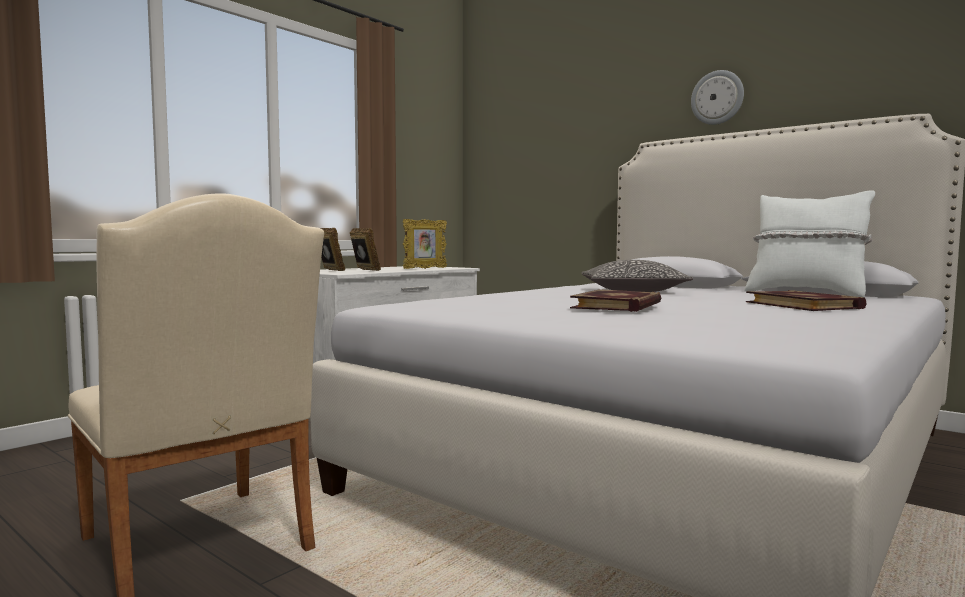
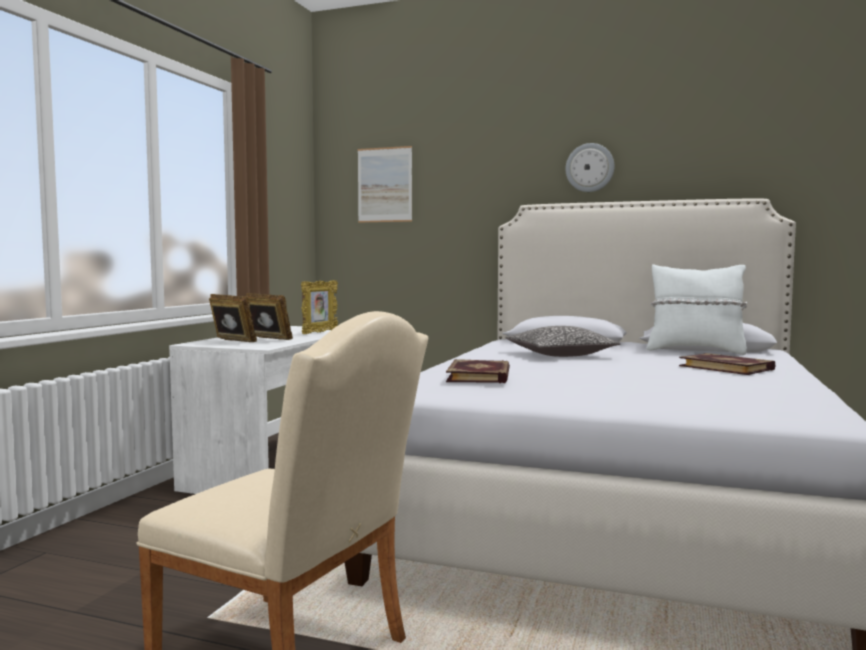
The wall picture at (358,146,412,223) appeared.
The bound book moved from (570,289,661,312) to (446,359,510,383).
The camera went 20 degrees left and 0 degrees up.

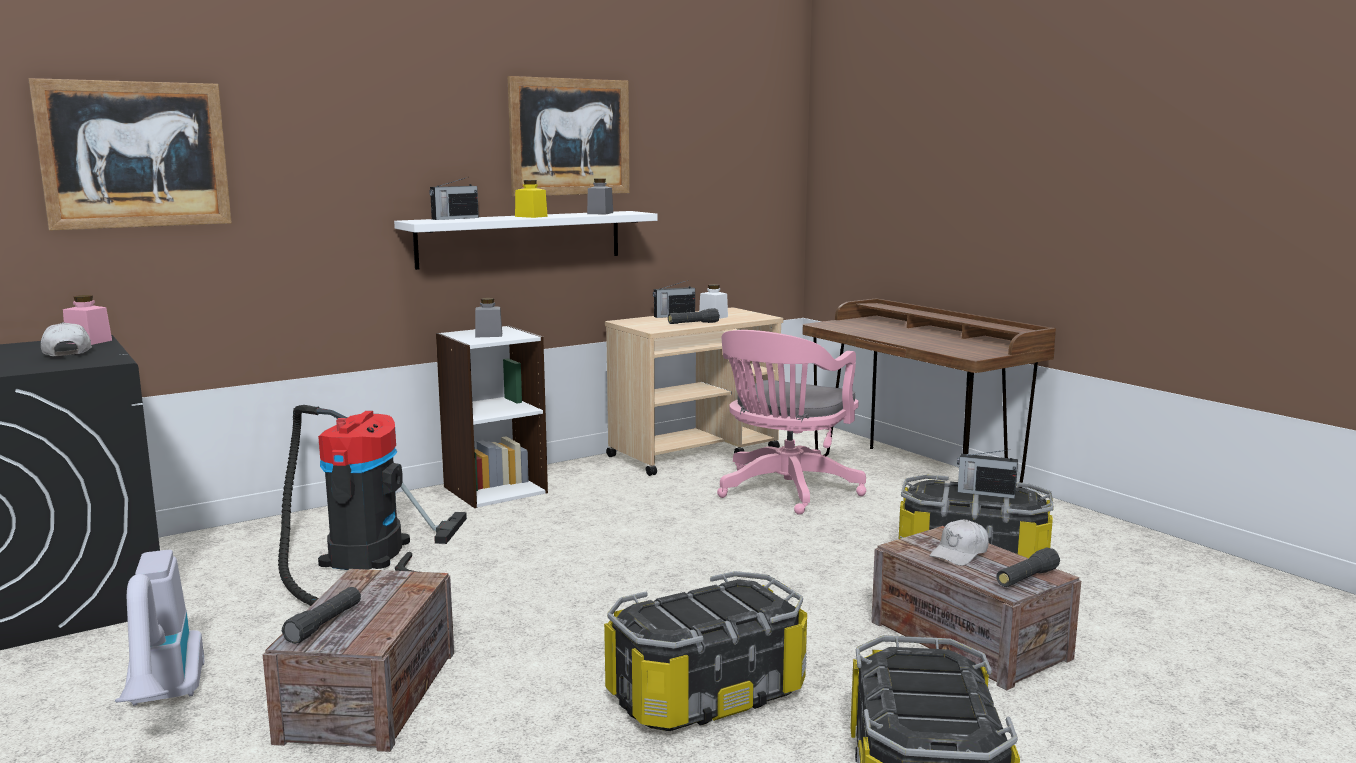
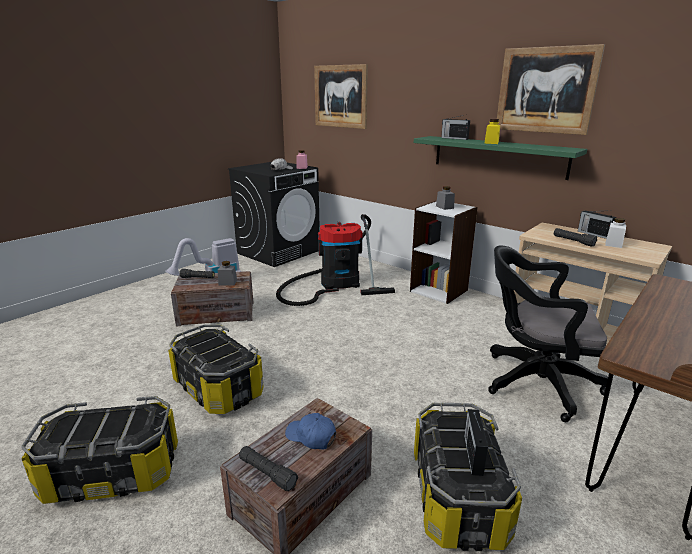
The grey preserve jar moved from (587,178,613,214) to (218,261,237,286).
The white wall shelf at (394,211,658,270) became the green-coloured wall shelf at (414,136,587,180).
The pink desk chair at (717,330,867,515) became the black-coloured desk chair at (488,245,608,422).
The white peaked cap at (930,520,989,566) became the blue-coloured peaked cap at (285,413,336,450).
The camera went 75 degrees right and 10 degrees up.

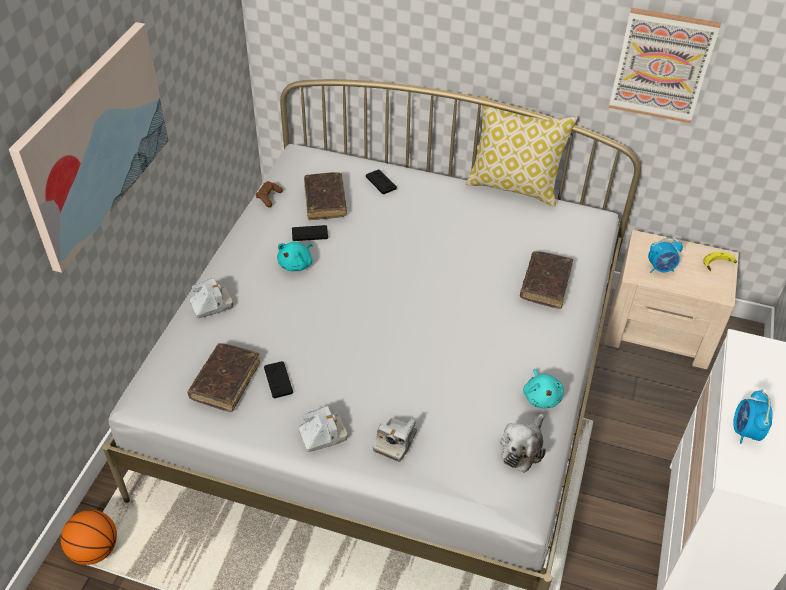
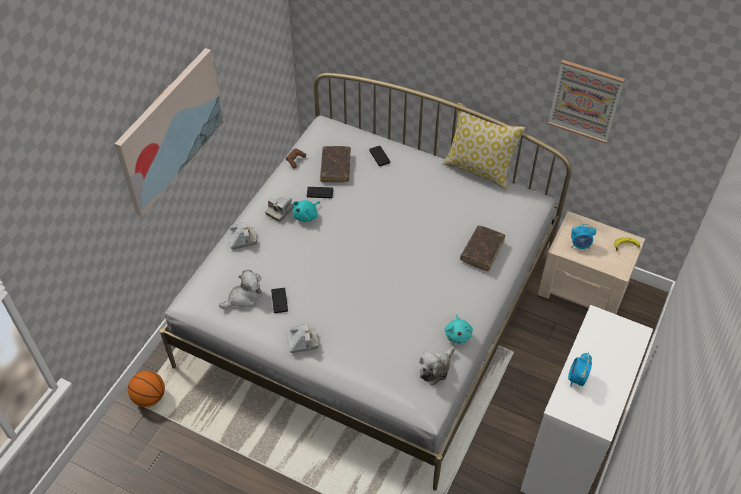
The still camera moved from (373,418,417,462) to (265,197,294,222).
The brown bound book at (187,343,260,412) was replaced by the cuddly toy at (219,269,262,309).
The camera went 10 degrees right and 5 degrees up.

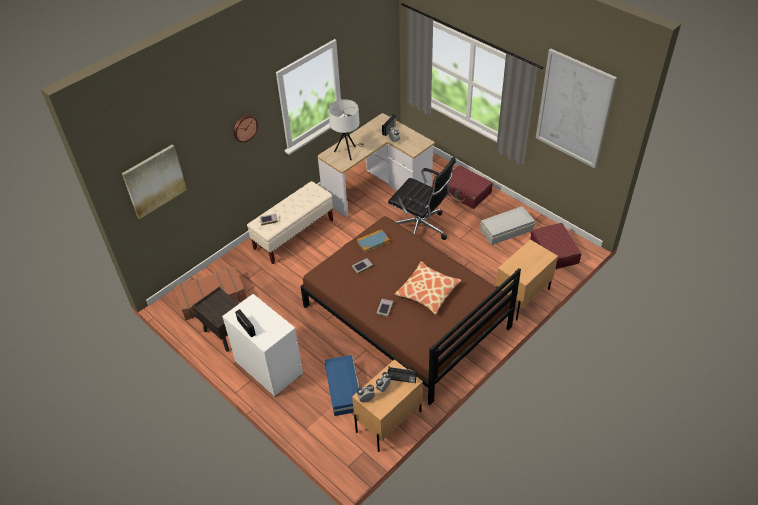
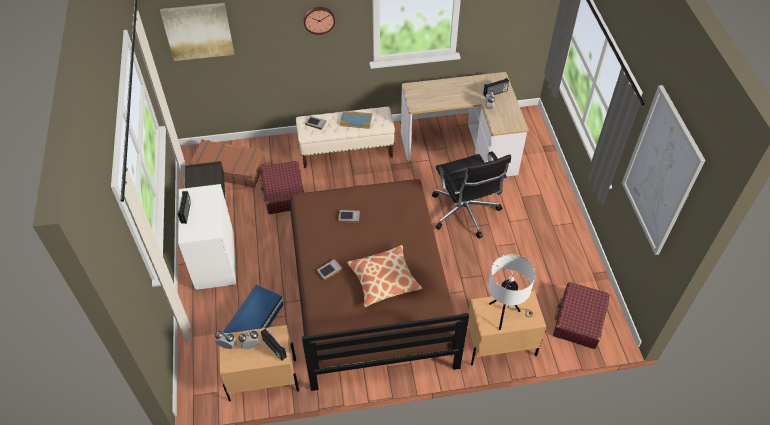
The white storage container at (480,206,535,245) disappeared.
The white table lamp moved from (328,99,364,160) to (488,254,535,330).
The bound book moved from (357,229,390,253) to (340,111,372,129).
The reddish piece of luggage moved from (447,165,493,209) to (261,161,304,214).
The camera went 35 degrees right and 5 degrees up.

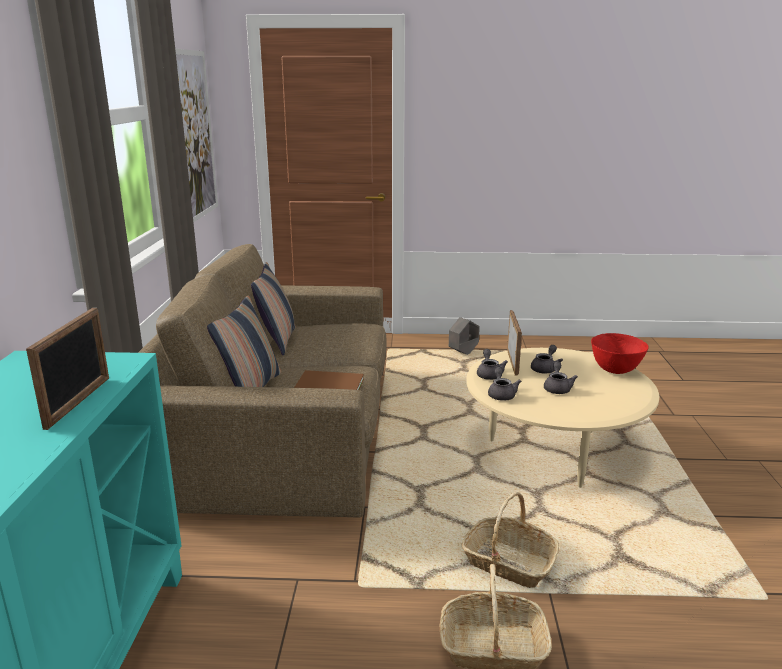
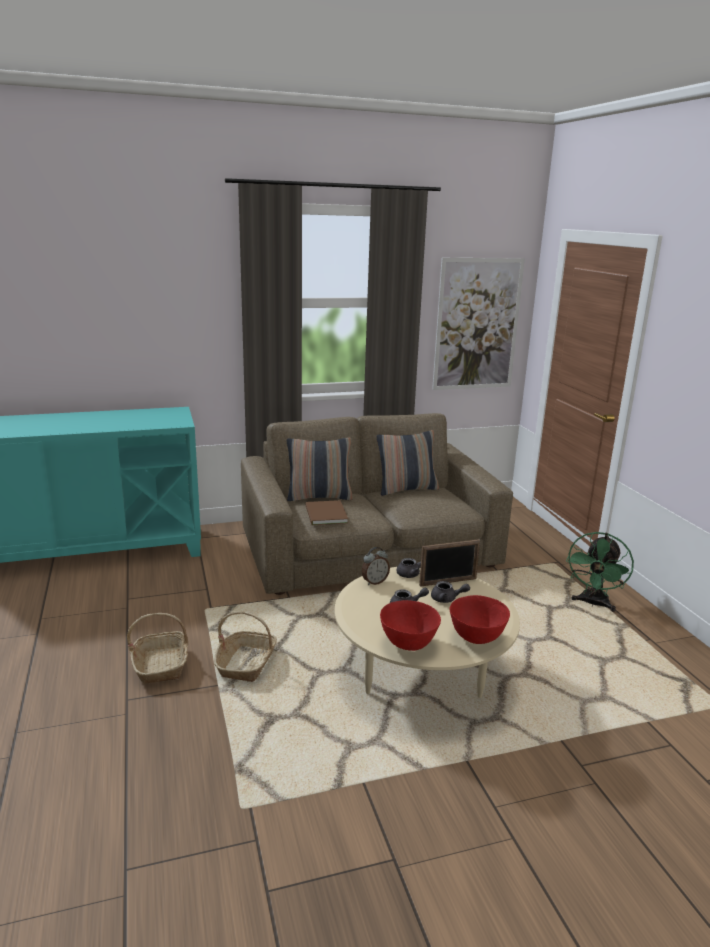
The standing frame at (26,308,109,430) disappeared.
The reddish deep dish at (380,600,441,651) appeared.
The grey plant pot at (449,317,480,355) was replaced by the green-coloured fan at (566,532,634,612).
The grey teapot at (488,367,521,401) was replaced by the alarm clock at (361,547,390,585).
The camera went 70 degrees right and 0 degrees up.

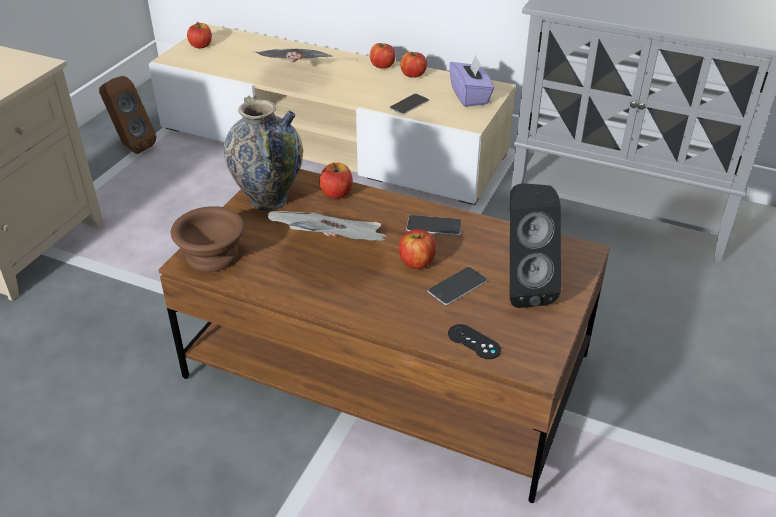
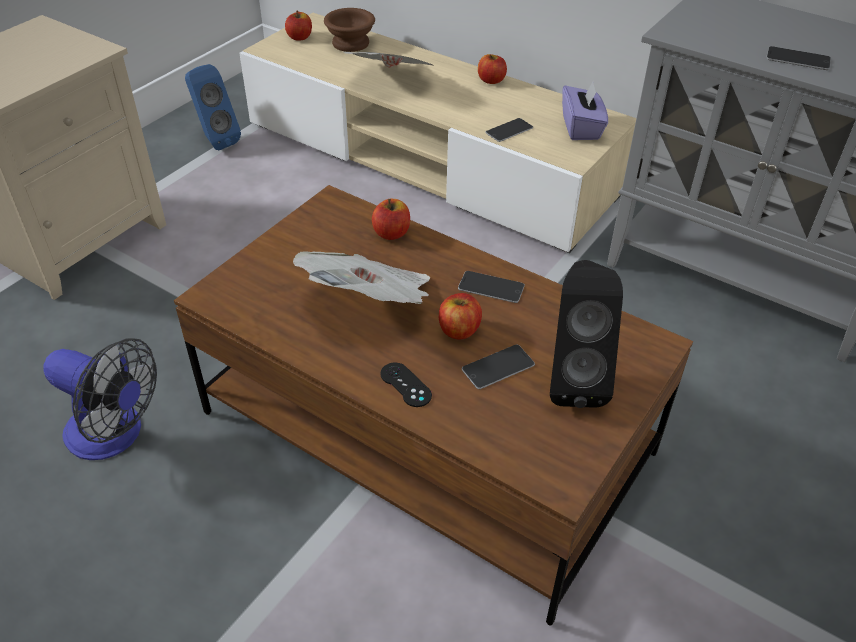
The flower vase at (224,95,303,211) disappeared.
The apple fruit at (400,52,427,78) disappeared.
The fan at (43,338,157,460) appeared.
The handset at (766,46,831,70) appeared.
The brown deep dish moved from (171,206,244,272) to (324,8,375,52).
The black-coloured joypad moved from (448,324,501,359) to (381,363,432,407).
The brown speaker at (99,76,156,154) became the blue-coloured speaker at (185,64,241,150).
The camera went 10 degrees right and 5 degrees up.

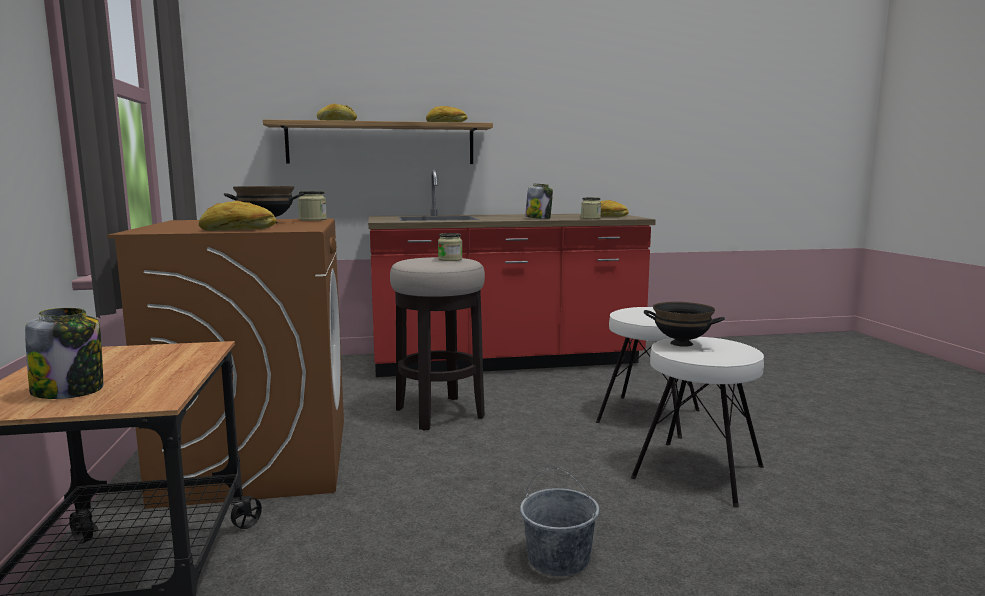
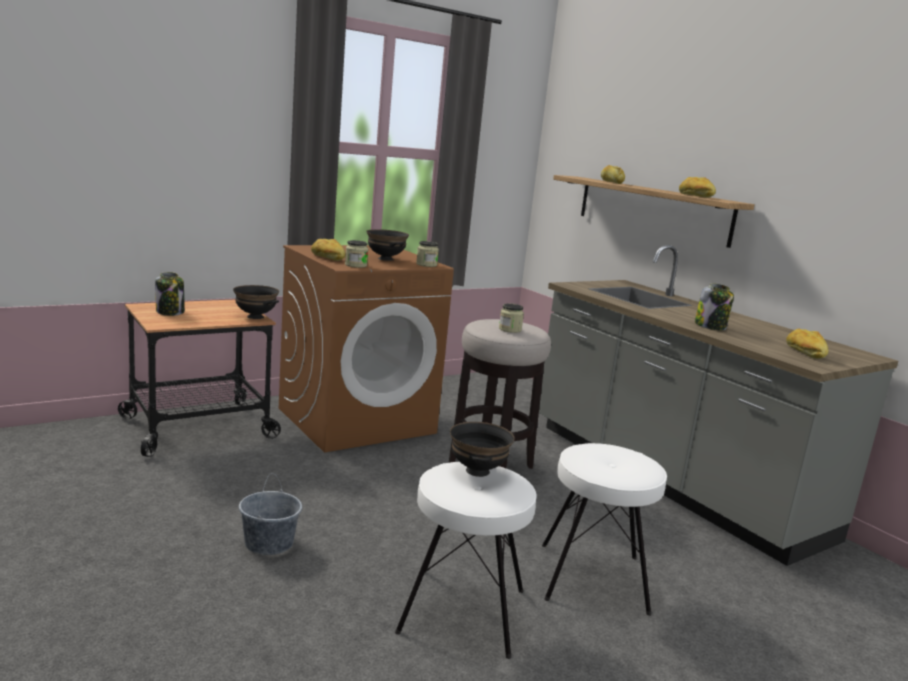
The black-coloured deep dish at (233,285,279,319) appeared.
The preserve jar moved from (581,197,601,219) to (345,240,368,268).
The reddish counter at (368,169,656,377) became the grey counter at (539,245,898,566).
The camera went 65 degrees right and 5 degrees up.

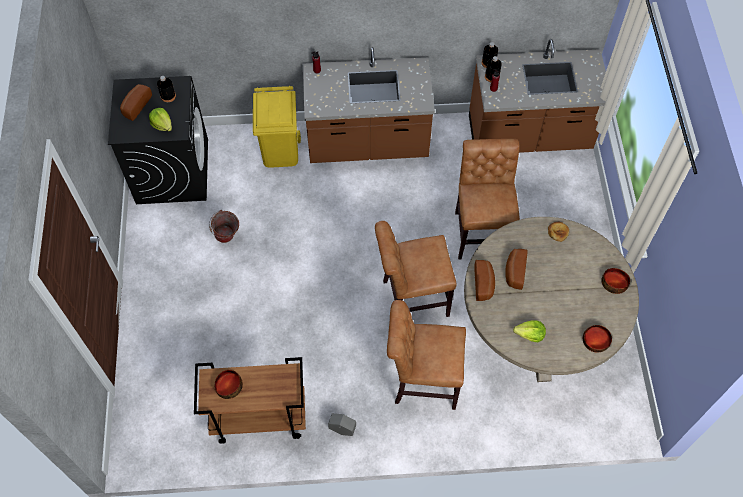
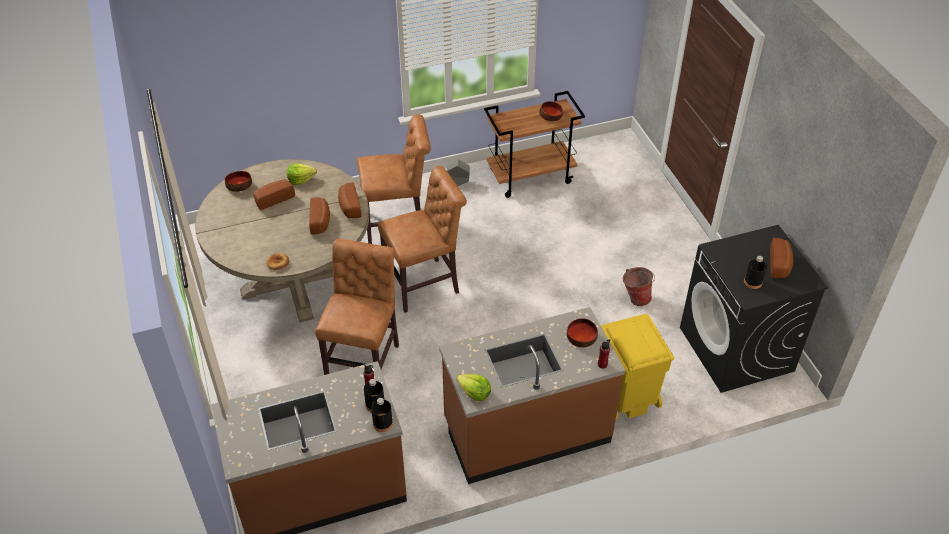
The bakery bread at (253,179,295,210) appeared.
The lettuce moved from (149,108,172,131) to (457,374,491,401).
The deep dish moved from (602,268,630,294) to (567,318,598,348).
The brown upright chair at (455,139,520,260) turned 150 degrees counterclockwise.
The camera went 165 degrees right and 15 degrees down.

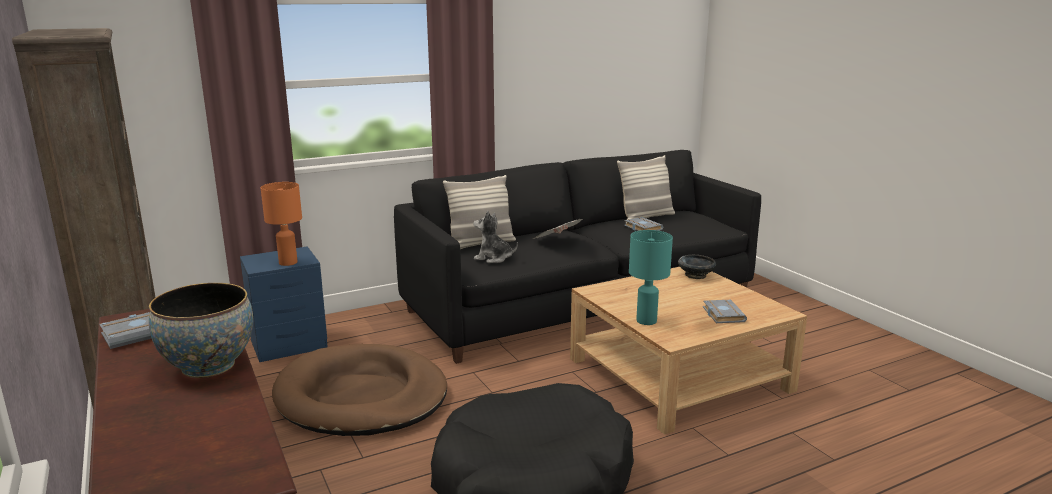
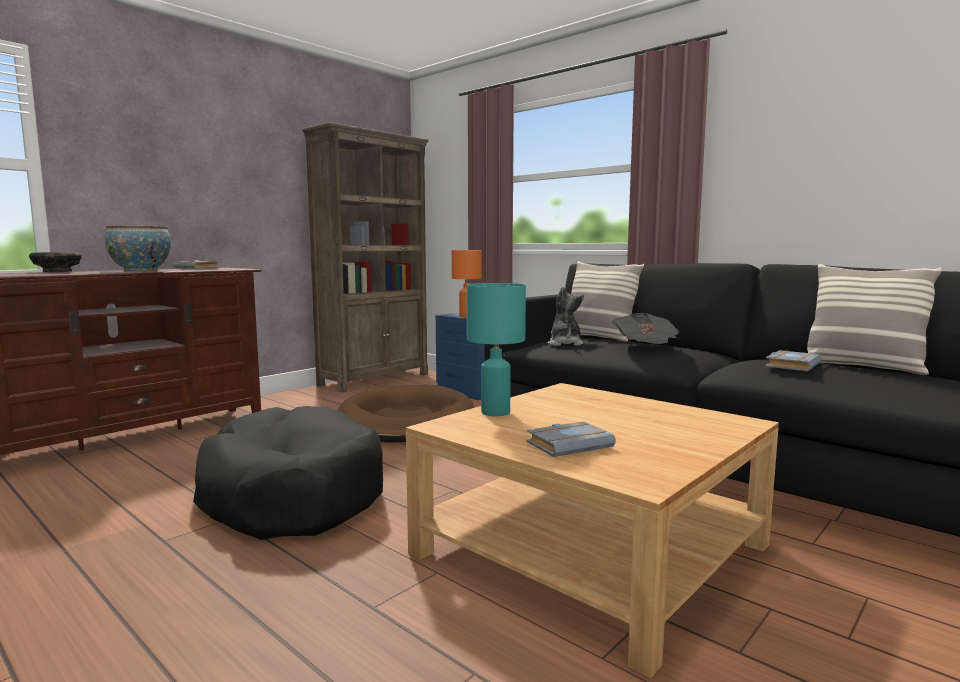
The black-coloured deep dish moved from (678,255,716,279) to (29,252,82,272).
The camera went 70 degrees right and 10 degrees down.

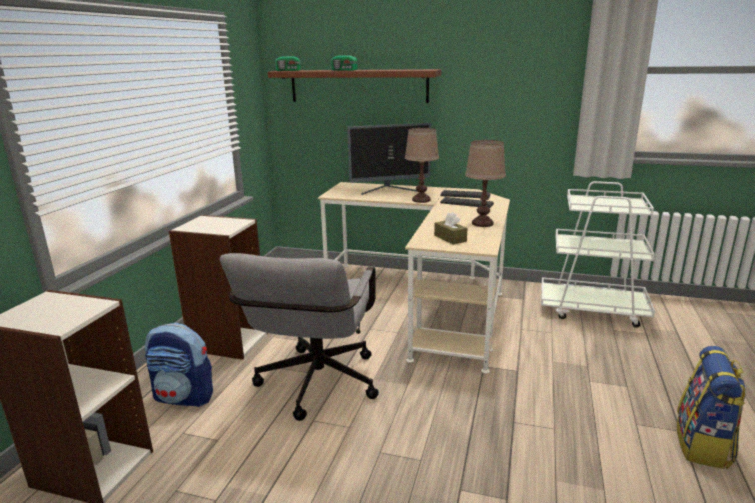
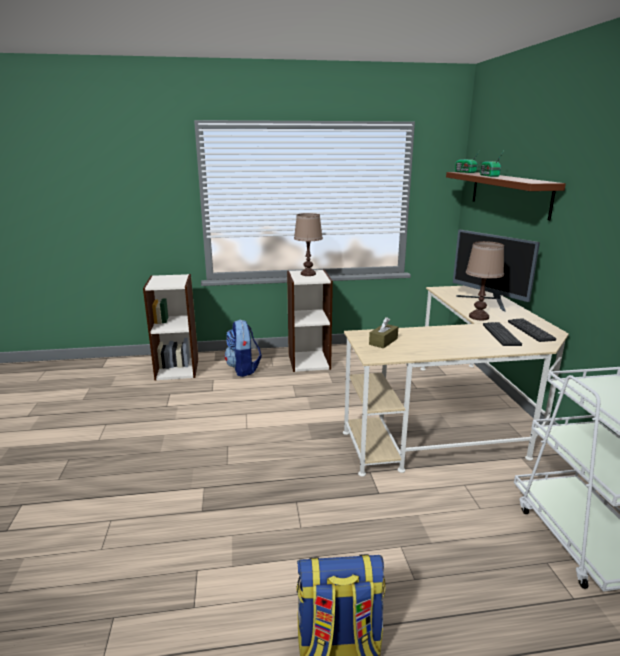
The grey desk chair at (220,253,379,421) disappeared.
The brown table lamp moved from (465,140,506,227) to (294,213,323,276).
The camera went 65 degrees right and 0 degrees up.

